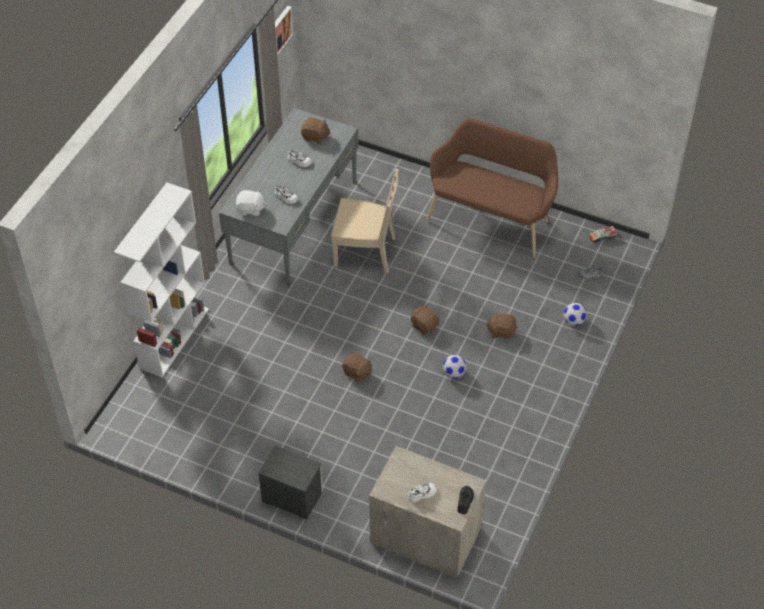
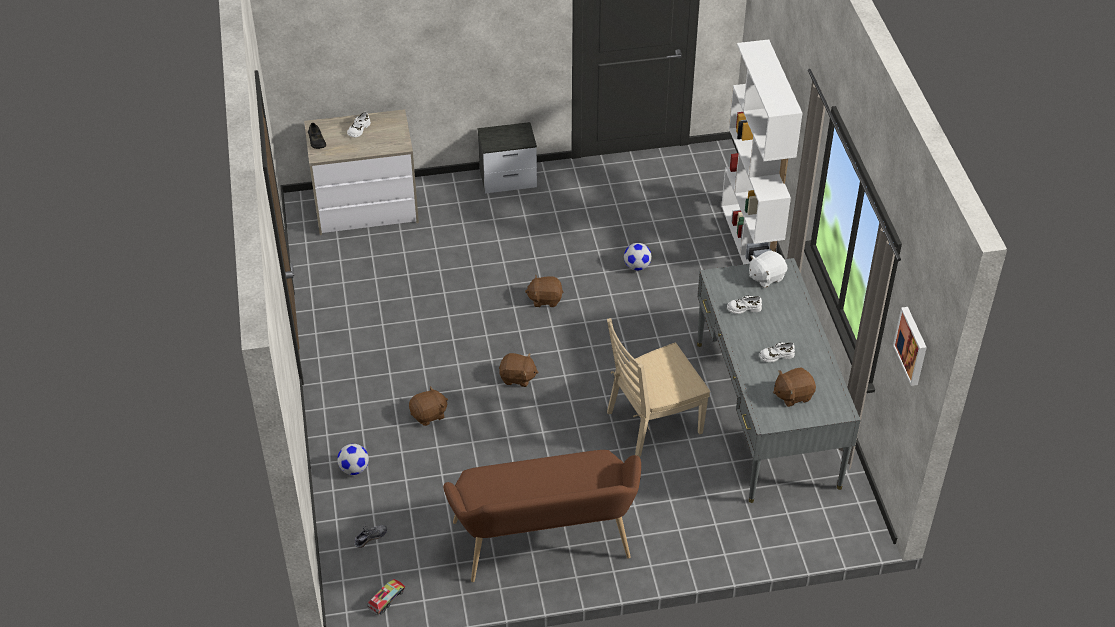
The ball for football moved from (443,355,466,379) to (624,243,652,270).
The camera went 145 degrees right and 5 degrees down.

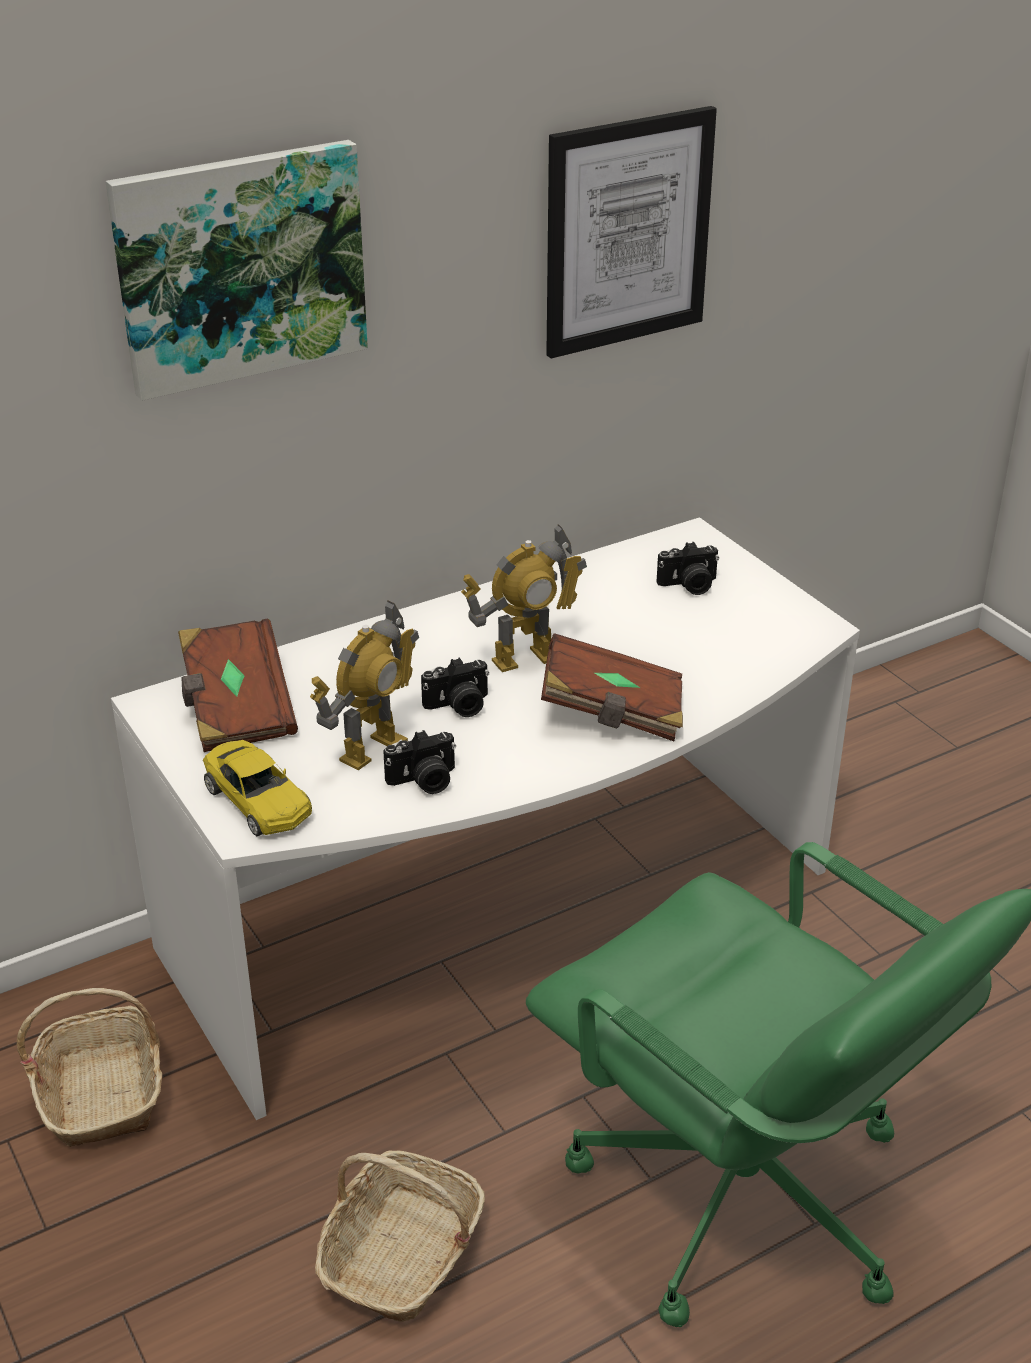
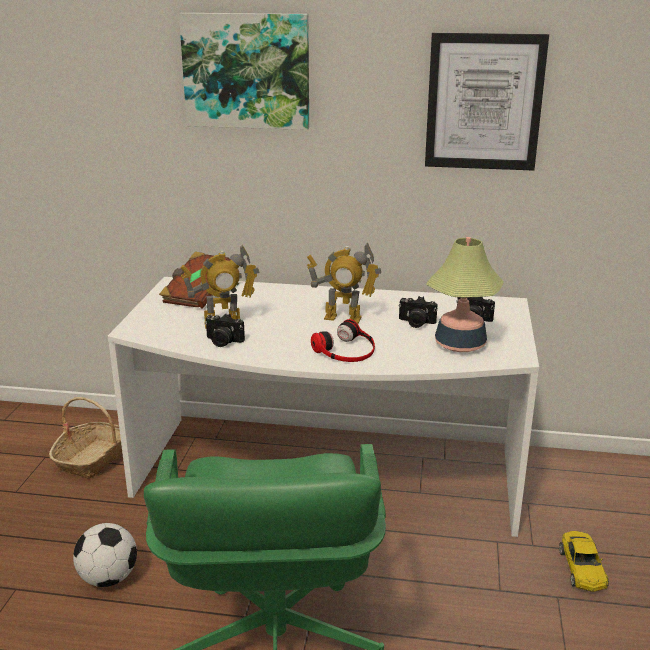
The table lamp at (426,237,504,352) appeared.
The yellowish model car moved from (203,740,312,836) to (559,531,609,592).
The still camera moved from (421,658,489,717) to (398,296,438,328).
The basket at (315,1151,485,1322) was replaced by the ball for football at (73,523,137,587).
The brown bound book at (541,633,683,741) was replaced by the headset at (311,319,375,362).
The camera went 40 degrees right and 10 degrees down.

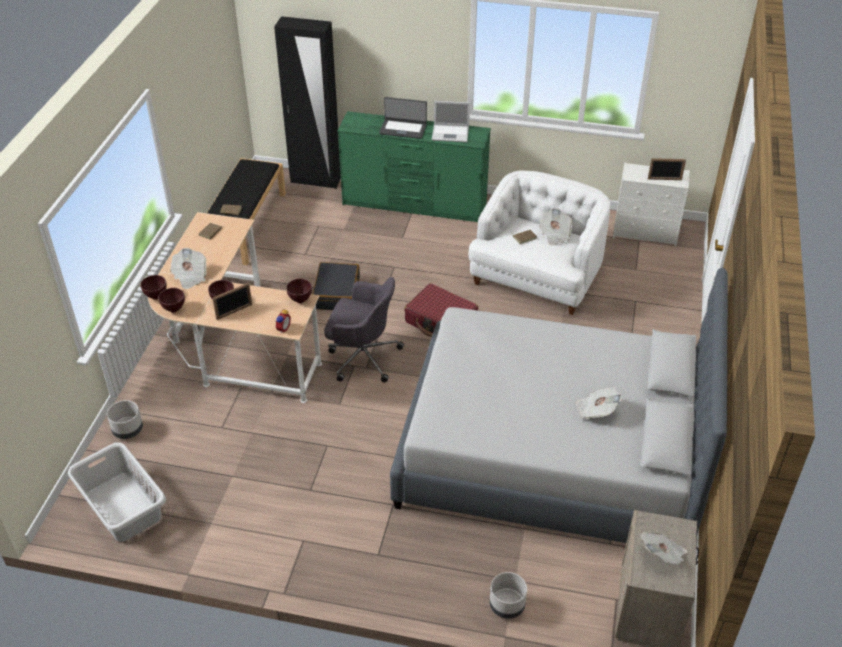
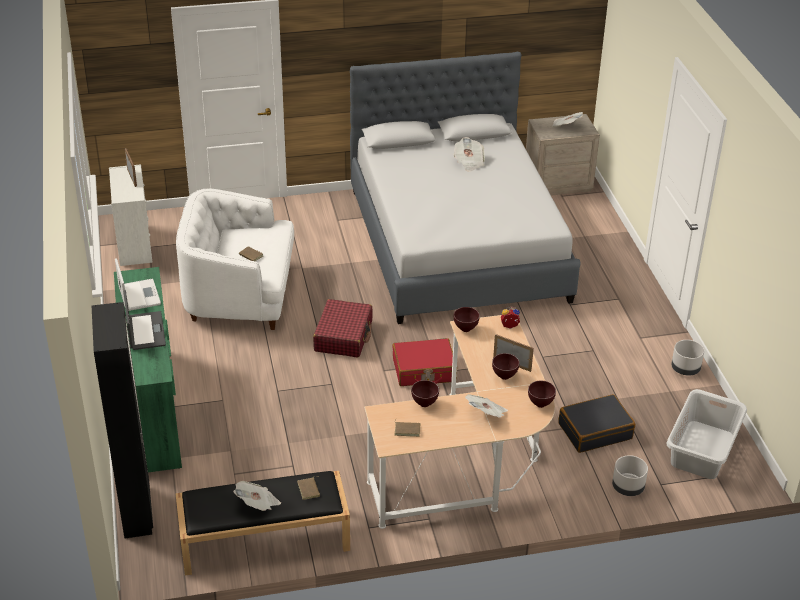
The brown deep dish moved from (140,275,167,300) to (411,380,439,407).
The black-coloured piece of luggage moved from (312,262,360,310) to (558,394,635,453).
The grey plant pot moved from (490,572,527,619) to (671,340,704,376).
The printed paper moved from (539,208,573,245) to (233,481,281,511).
The grey desk chair at (324,277,404,382) was replaced by the reddish piece of luggage at (392,338,457,386).
The camera went 115 degrees left and 5 degrees down.

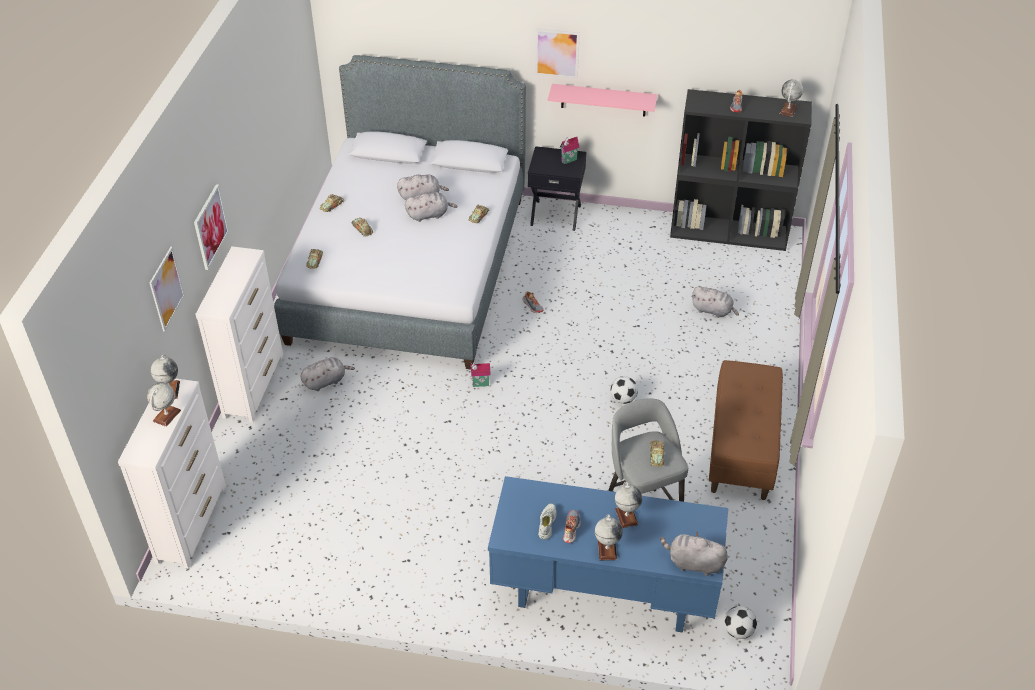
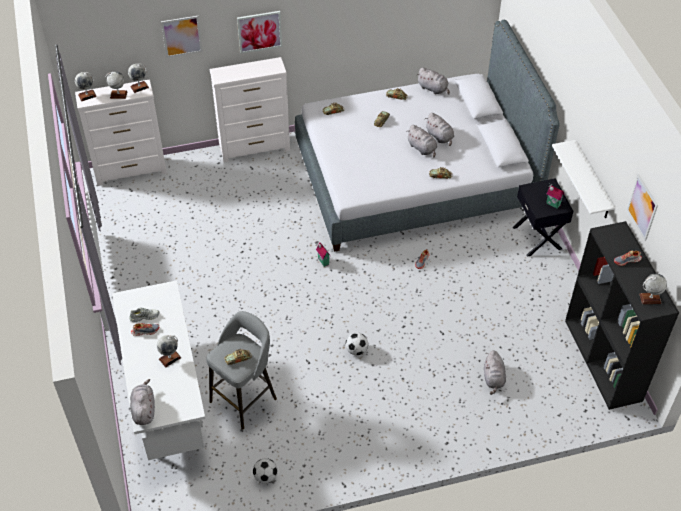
The brown indoor bench at (709,360,783,500) disappeared.
The grey cuddly toy moved from (300,357,355,391) to (417,68,450,94).
The wall picture moved from (535,28,580,79) to (627,174,658,241).
The world globe moved from (595,514,623,560) to (75,72,97,101).
The ball for football moved from (724,606,757,639) to (253,458,278,484).
The blue-coloured desk unit at (488,476,728,633) became the white desk unit at (112,280,205,460).
The pink wall shelf at (548,84,657,116) became the white wall shelf at (552,140,615,218).
The camera went 65 degrees right and 5 degrees up.

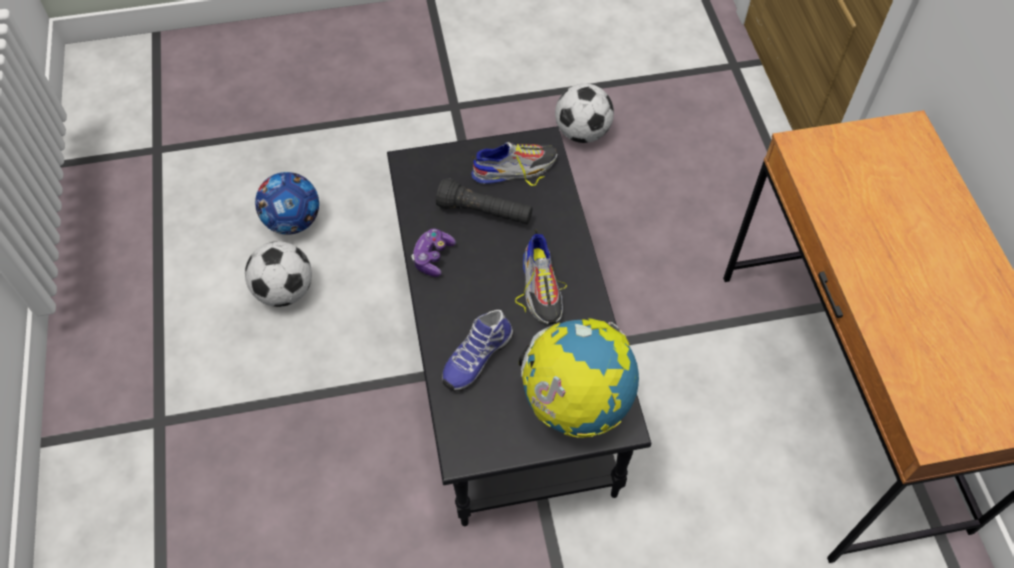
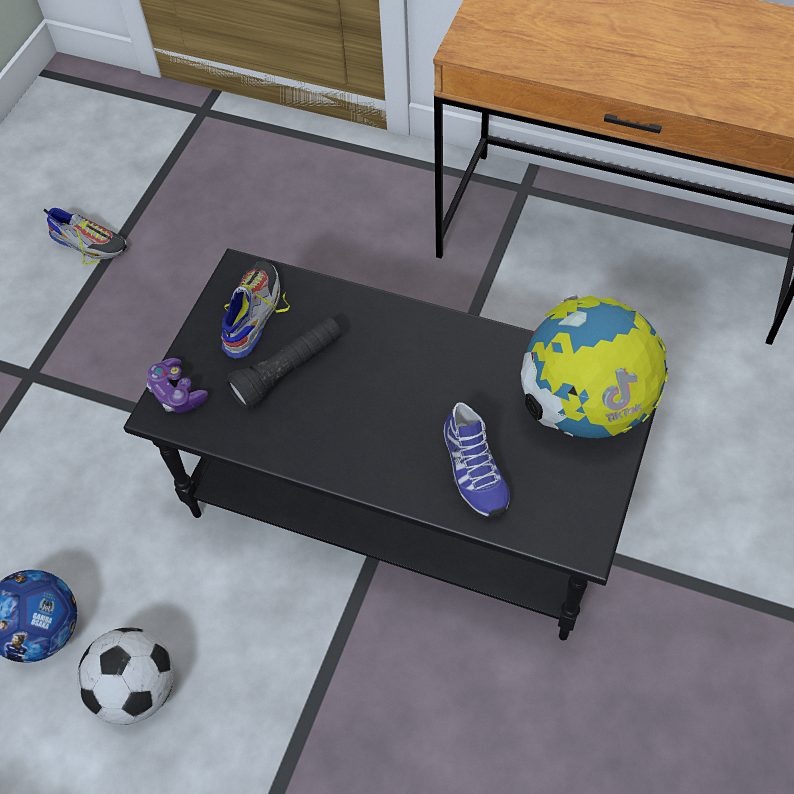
The ball for football at (555,83,614,143) disappeared.
The joypad moved from (411,229,456,277) to (147,358,208,413).
The item of footwear moved from (515,229,567,324) to (43,208,127,265).
The camera went 55 degrees left and 0 degrees up.

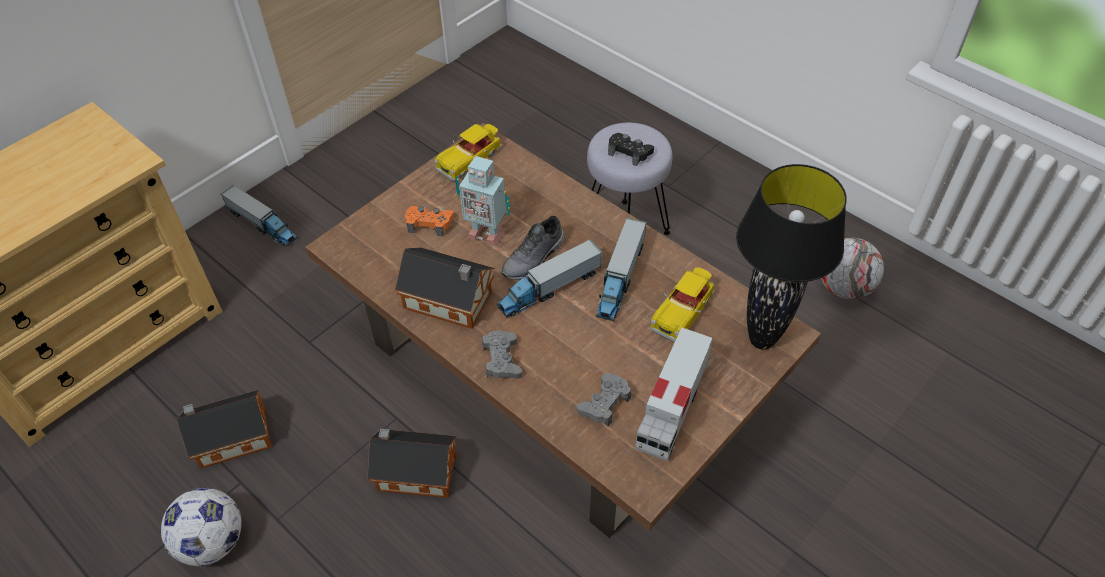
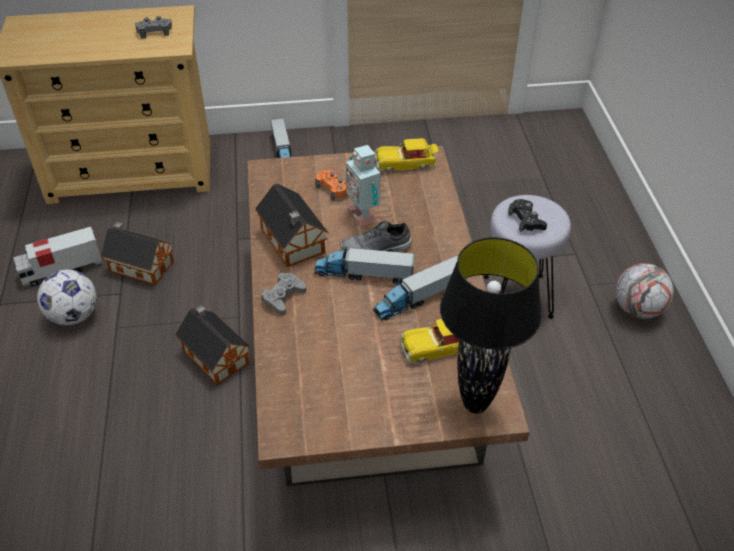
The grey joypad moved from (577,373,631,426) to (135,16,172,39).
The toy lorry moved from (635,327,713,461) to (13,227,103,287).
The ball for football moved from (821,238,884,299) to (615,263,674,319).
The camera went 40 degrees right and 5 degrees down.

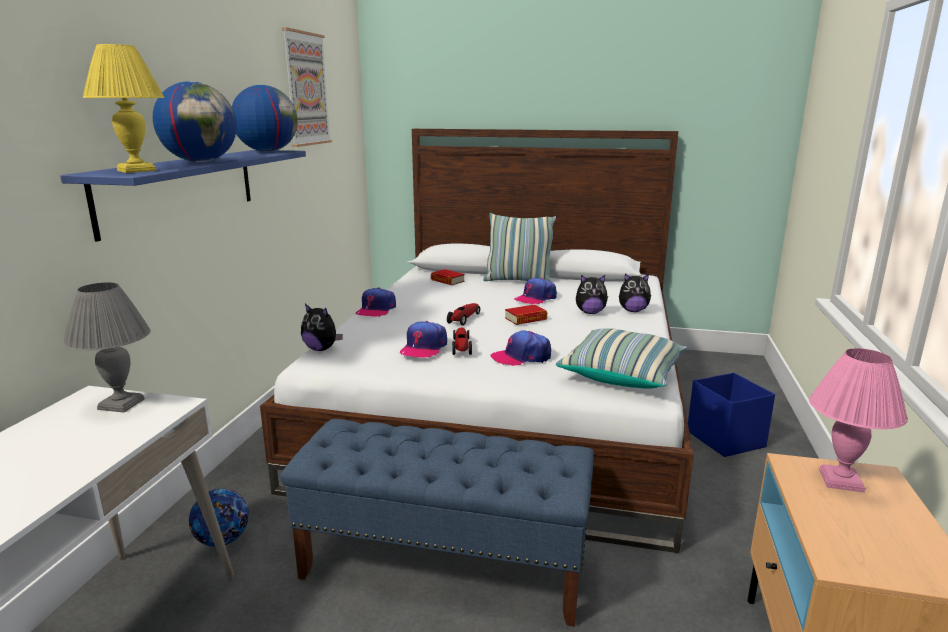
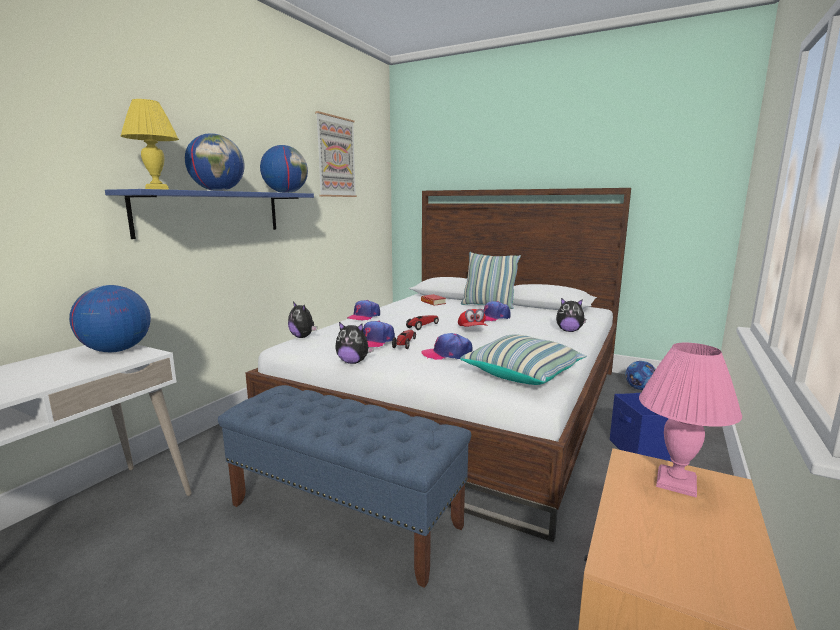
The ball for football moved from (189,488,249,547) to (625,361,656,390).
The cuddly toy moved from (576,275,608,314) to (335,322,374,364).
The grey table lamp at (63,282,151,412) was replaced by the world globe at (69,285,151,352).
The bound book at (505,305,547,325) was replaced by the reddish peaked cap at (458,309,487,327).
The camera went 15 degrees right and 5 degrees down.

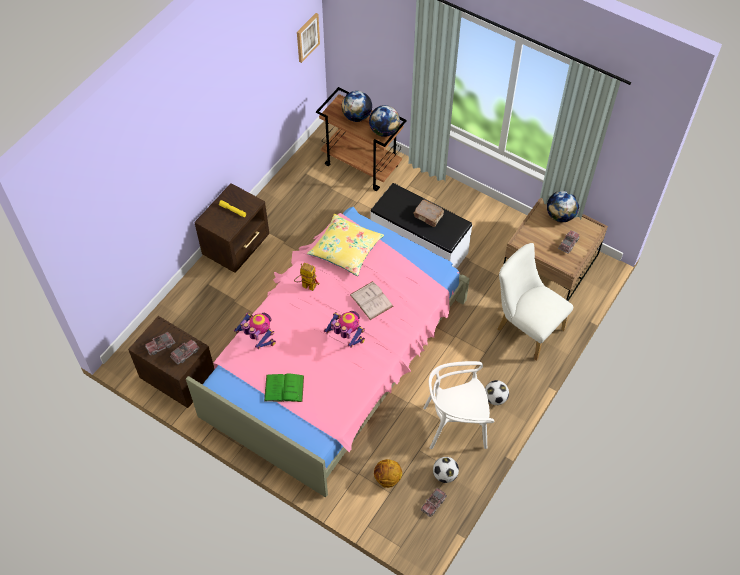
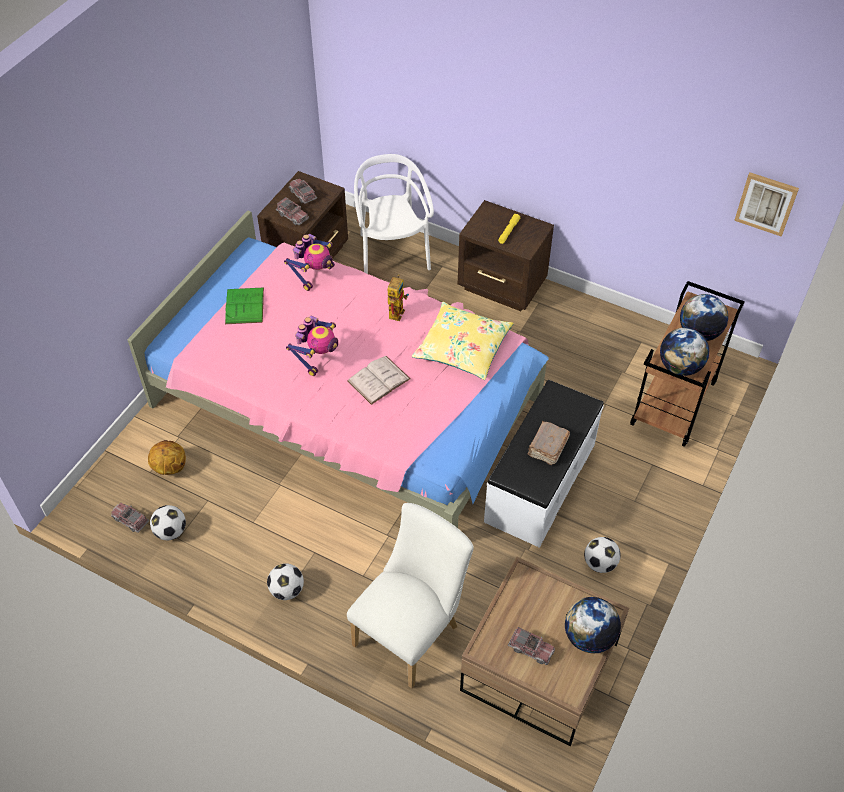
The ball for football at (584,537,621,573) appeared.
The white upright chair moved from (423,361,494,449) to (354,154,434,274).
The camera went 85 degrees right and 5 degrees down.

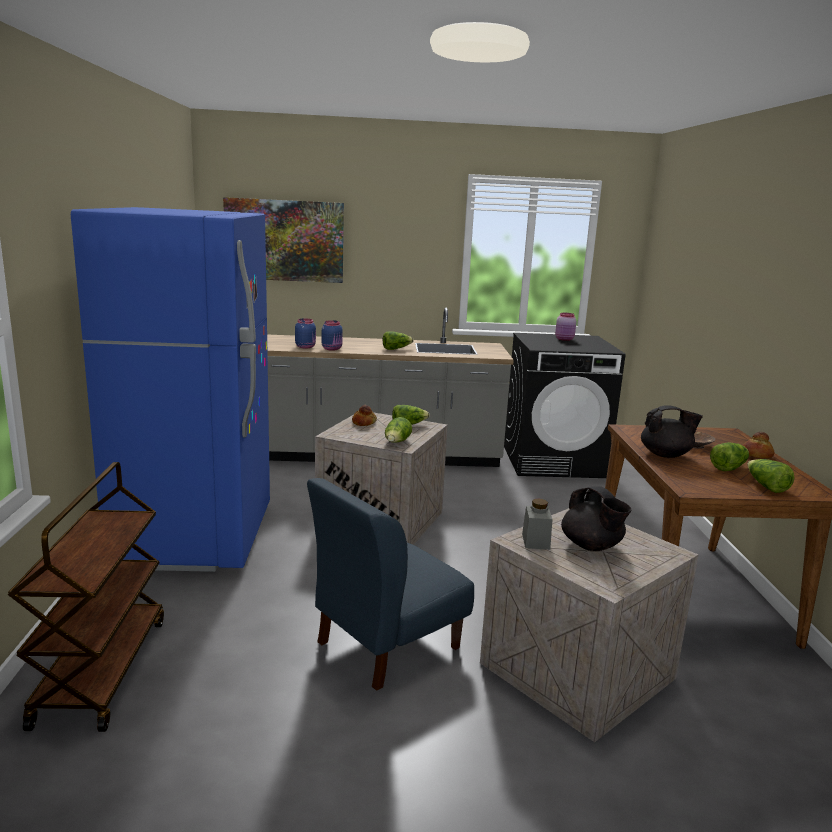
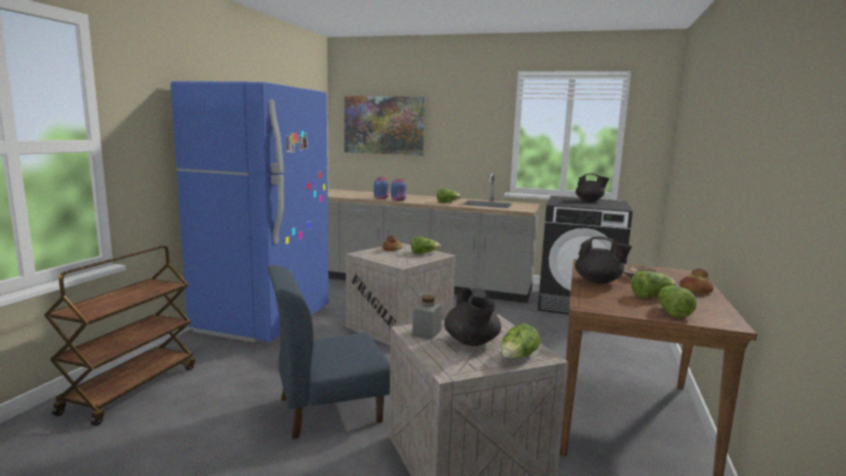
The lettuce moved from (385,417,412,443) to (501,323,540,359).
The pink preserve jar at (555,313,576,341) was replaced by the black-coloured teapot at (575,173,609,201).
The camera went 20 degrees right and 5 degrees down.

